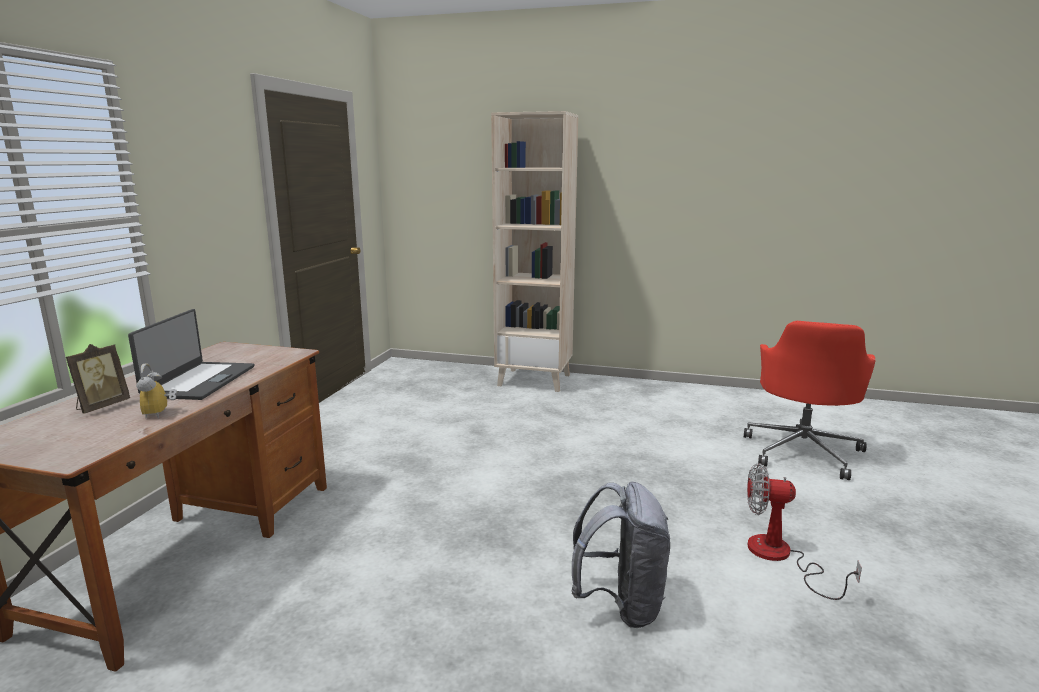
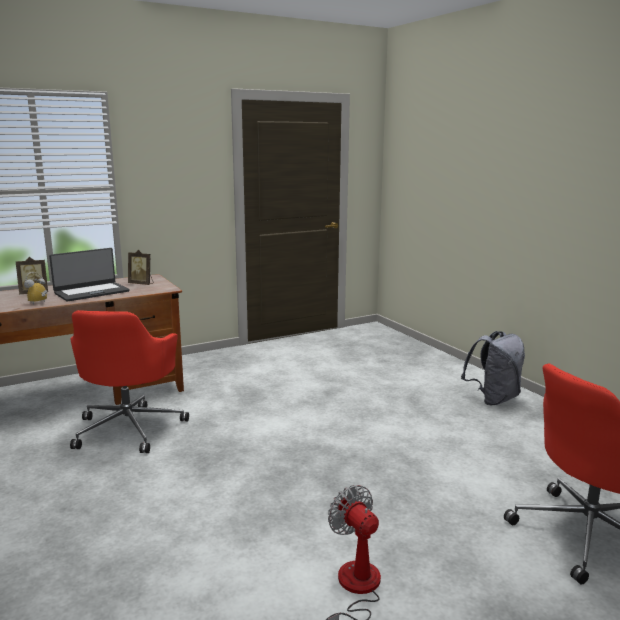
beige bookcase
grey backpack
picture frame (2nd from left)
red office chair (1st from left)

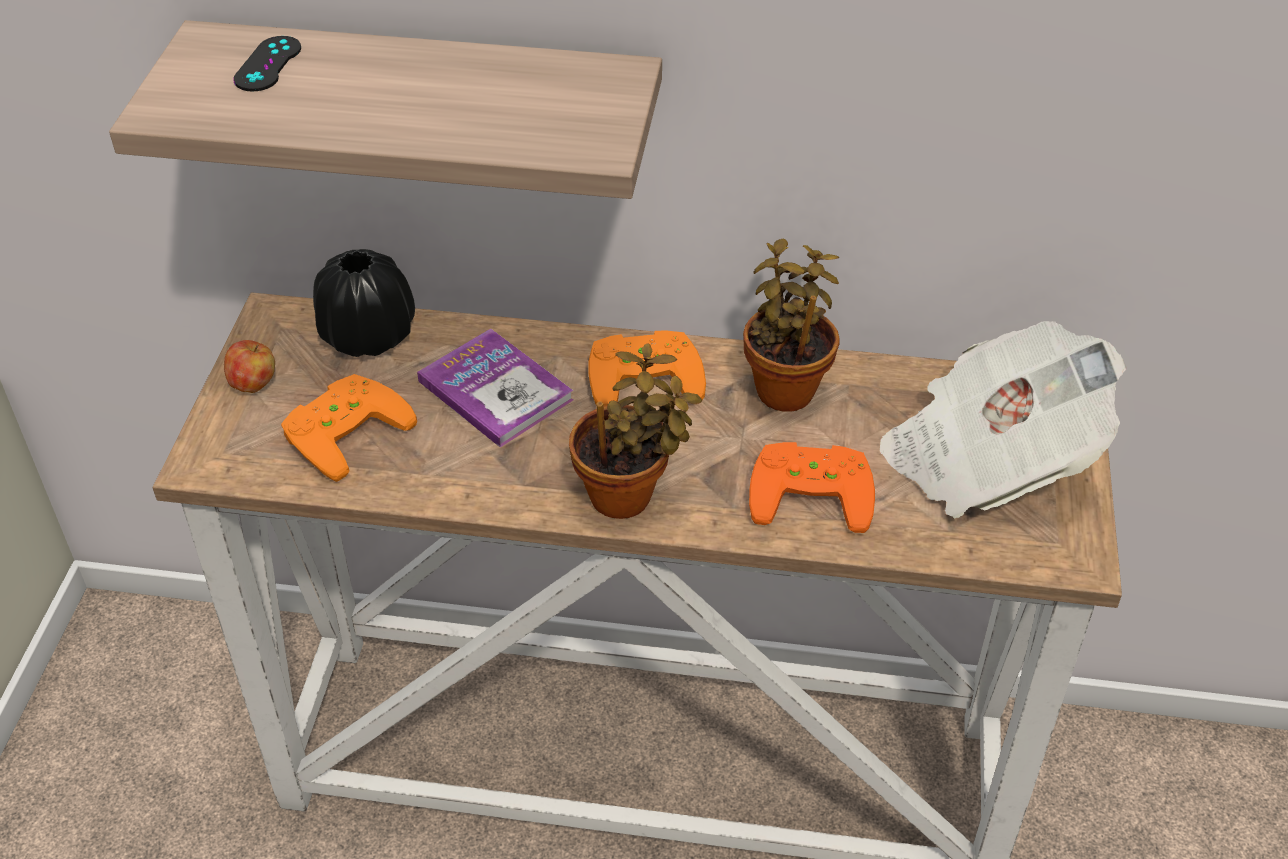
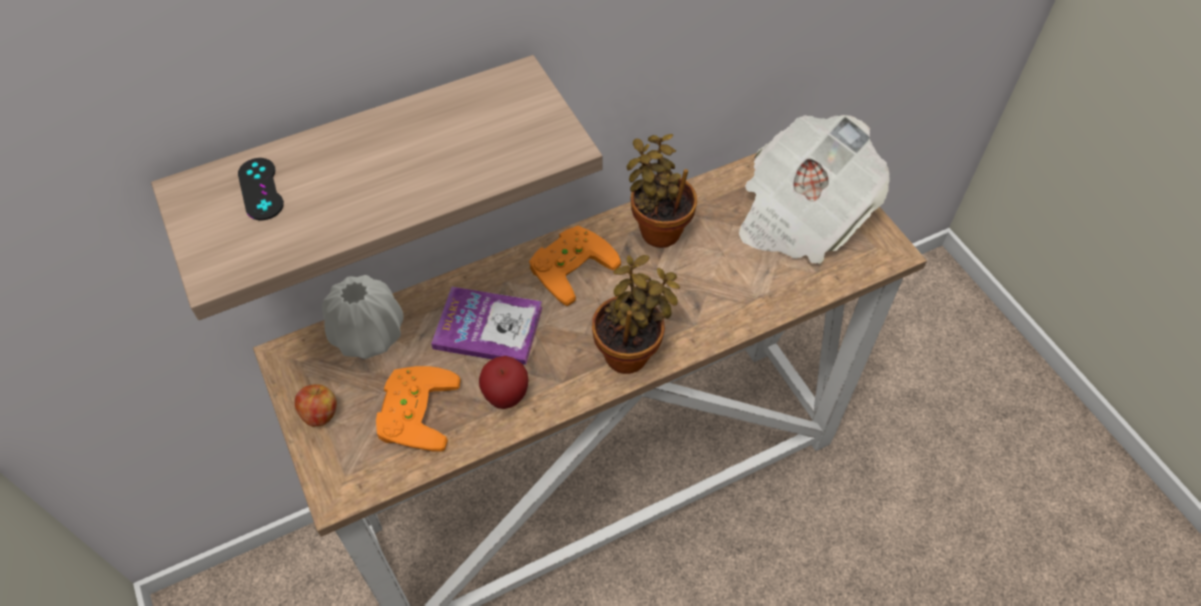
white vase
orange game controller (3rd from left in the first image)
apple (2nd from left)

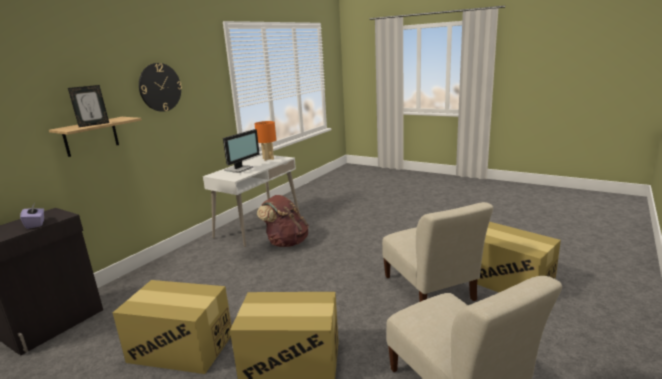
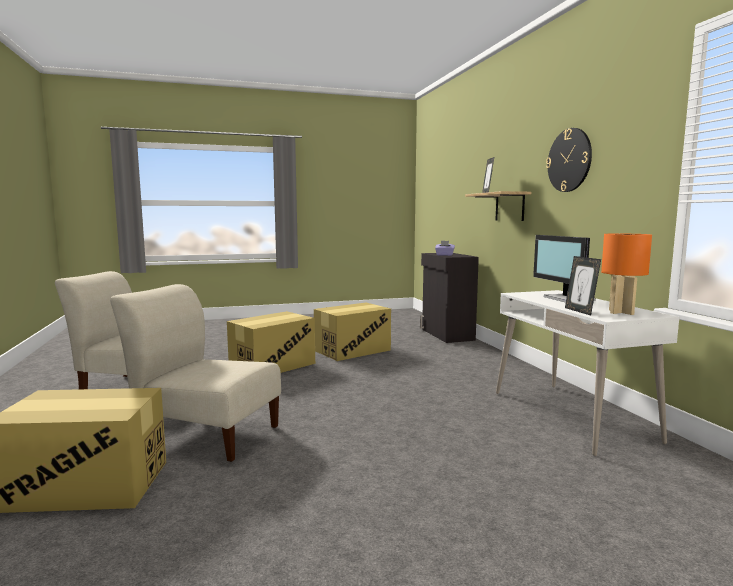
brown backpack
picture frame (2nd from left)

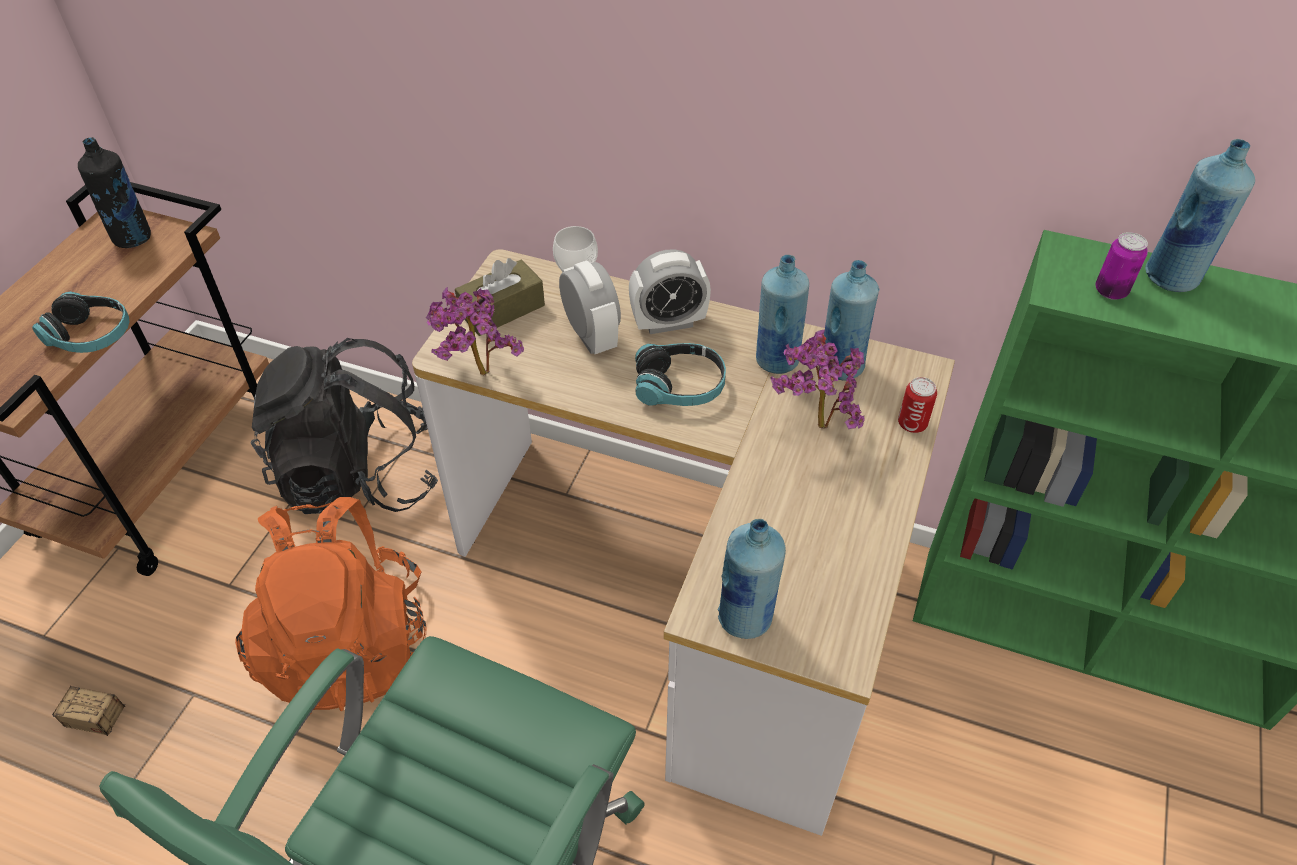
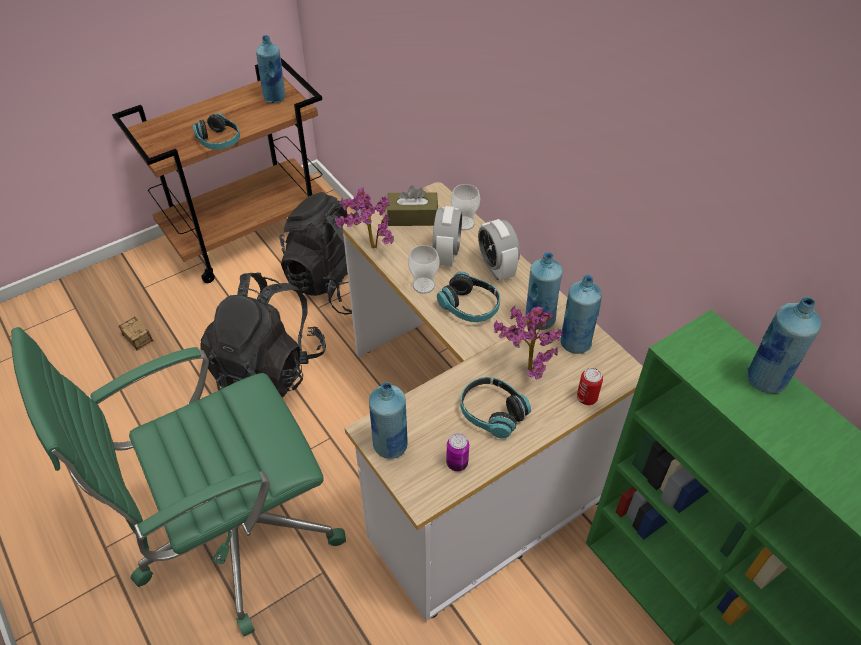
blue bottle (1st from left)
can (1st from left)
alarm clock (2nd from left)
black backpack (1st from left)
cup (1st from left)
headphones (3rd from left)

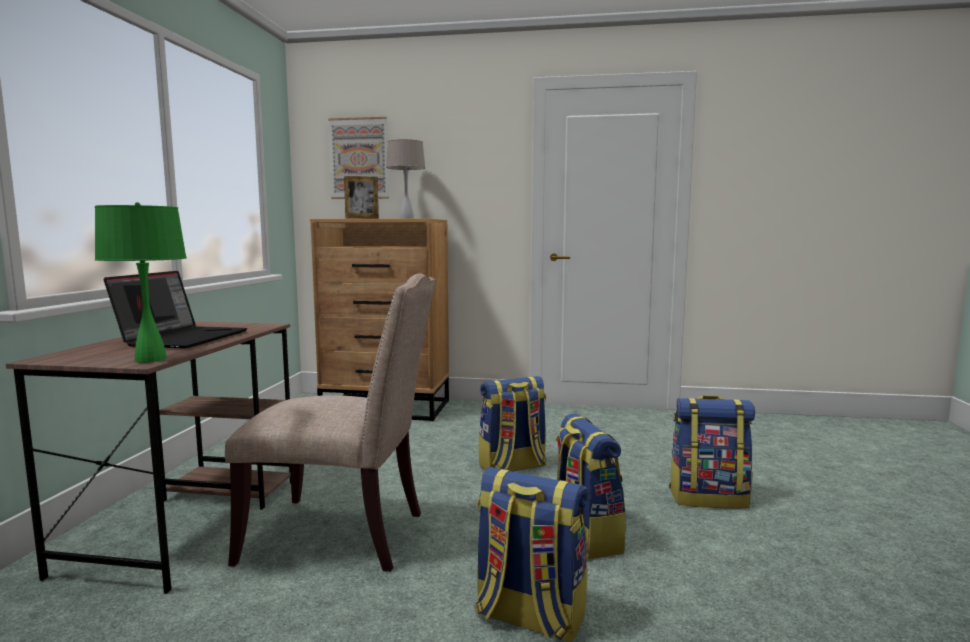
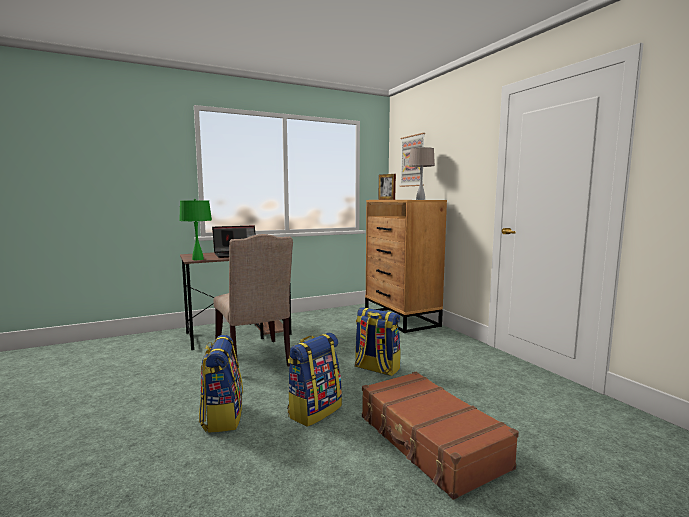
brown suitcase

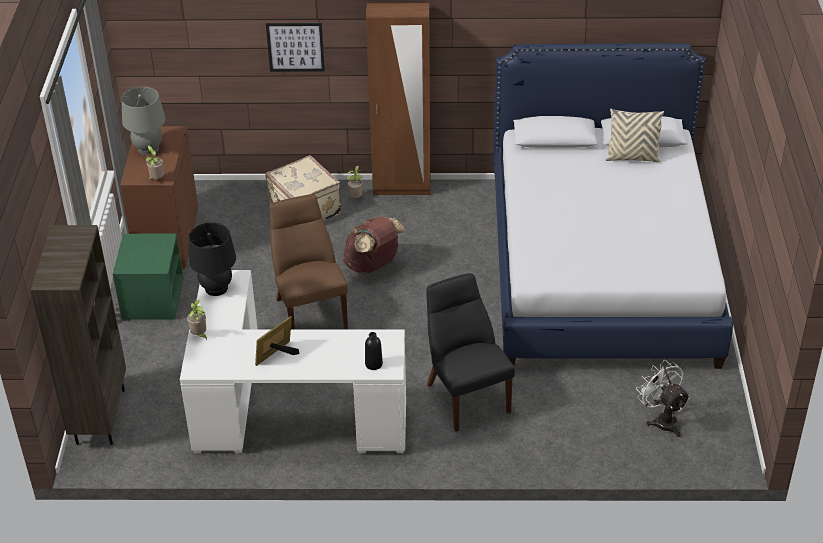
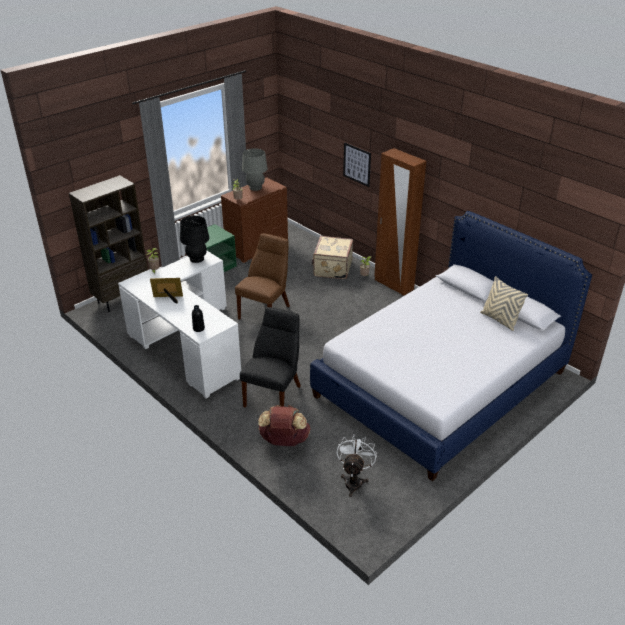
brown backpack

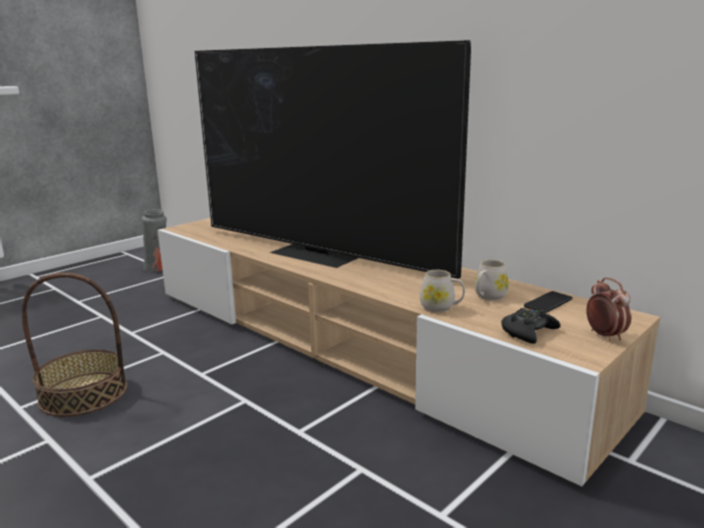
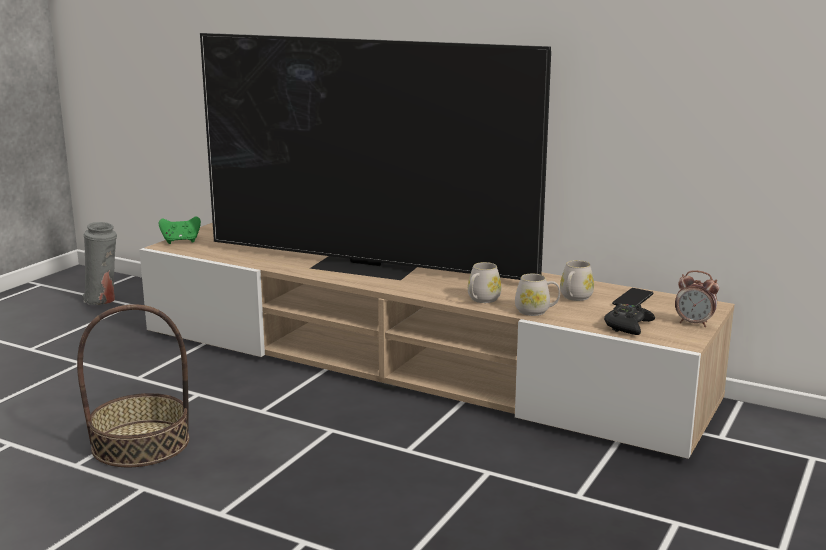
alarm clock
green game controller
white mug (1st from left)

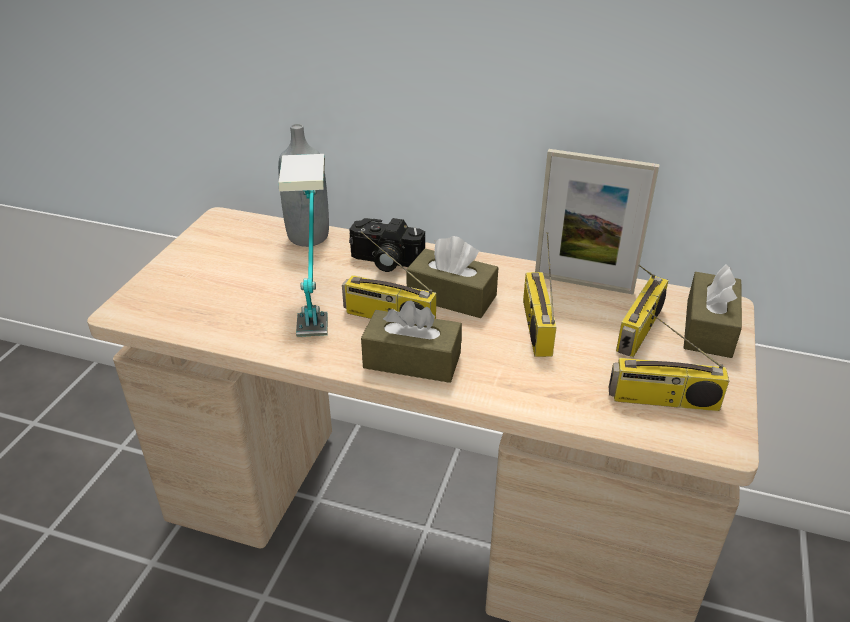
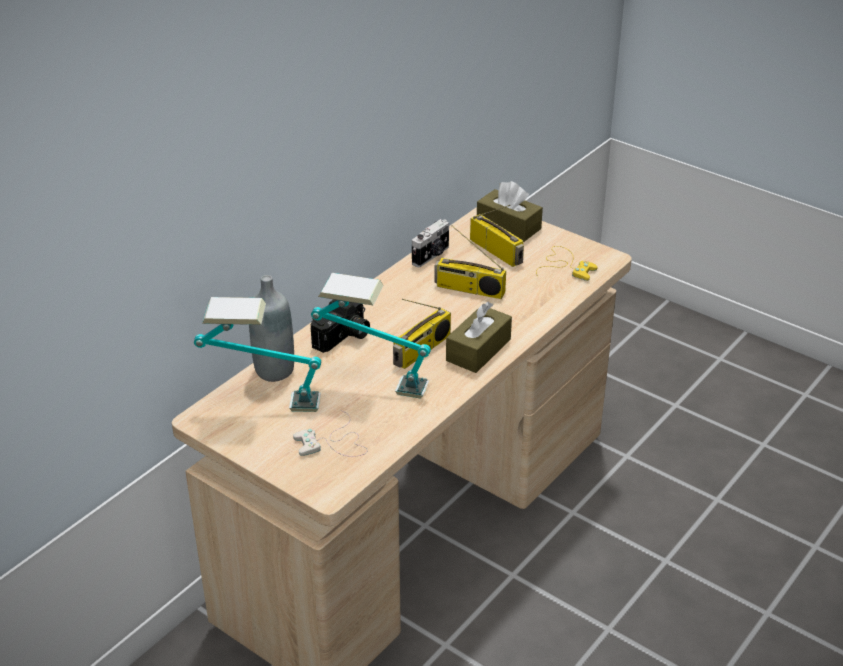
photo camera (2nd from left)
brown tissue box (2nd from left in the first image)
yellow game controller
table lamp (1st from left)
white game controller

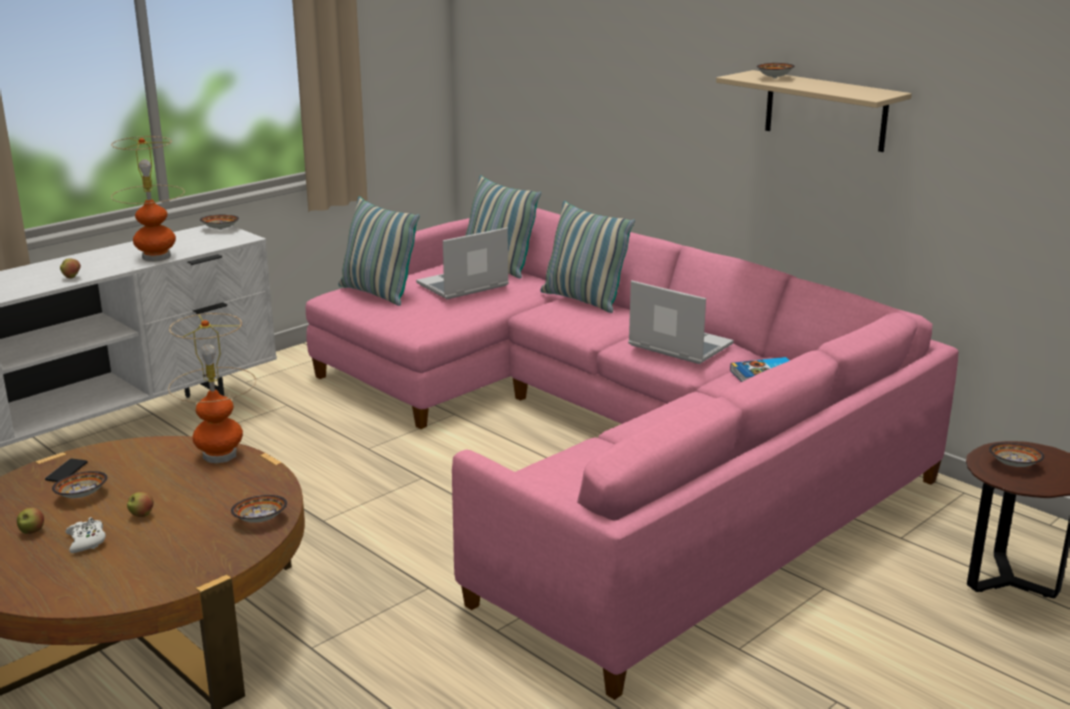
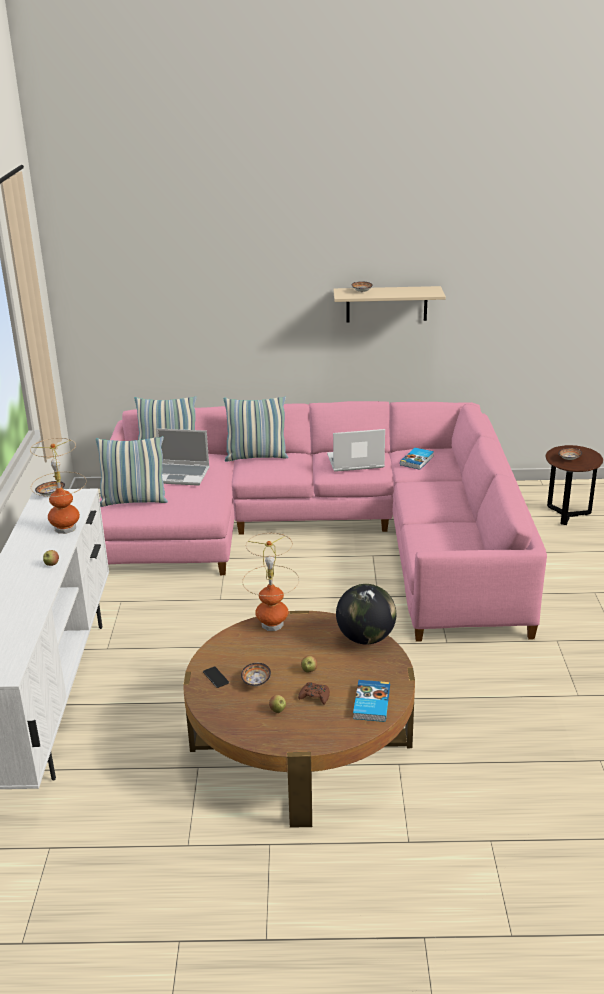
laptop (1st from left)
globe
brown game controller
book (1st from left)

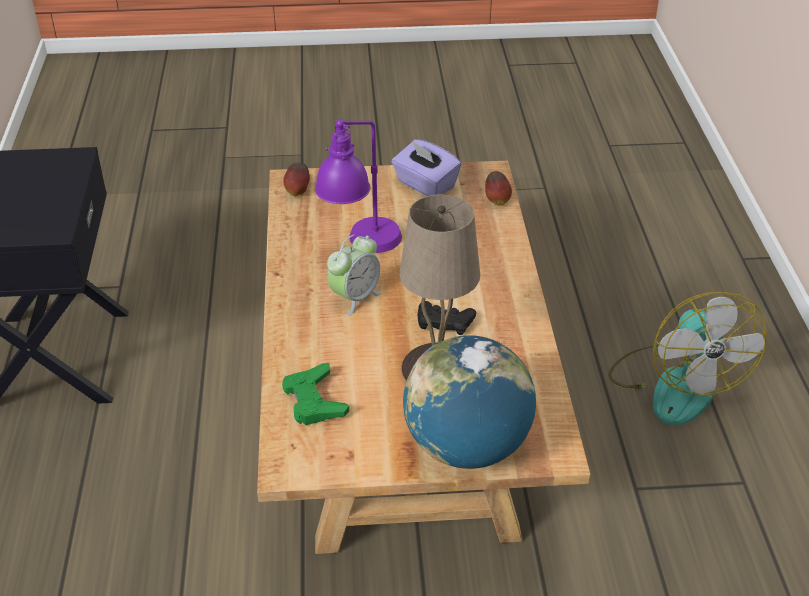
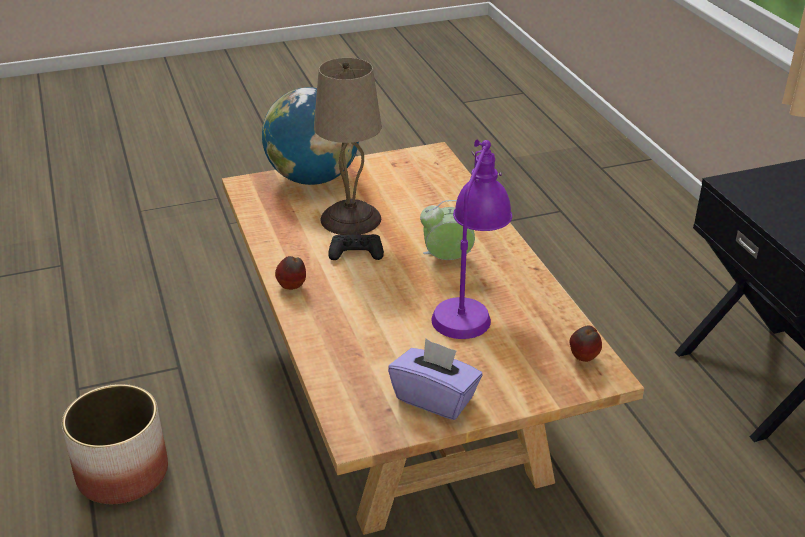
apple (1st from left)
alarm clock
planter
green game controller

